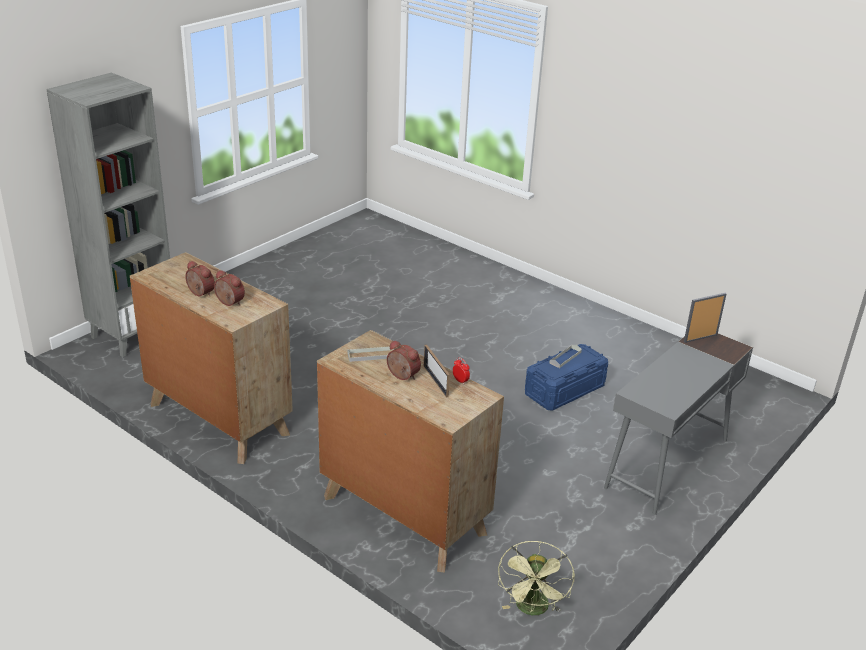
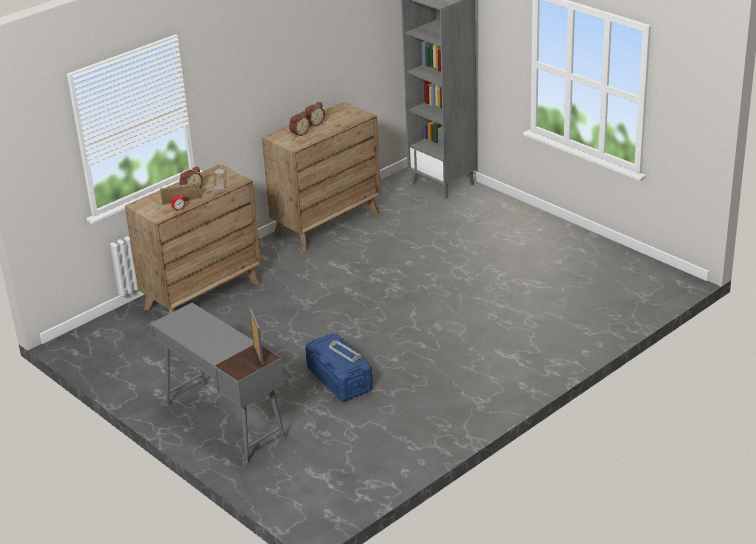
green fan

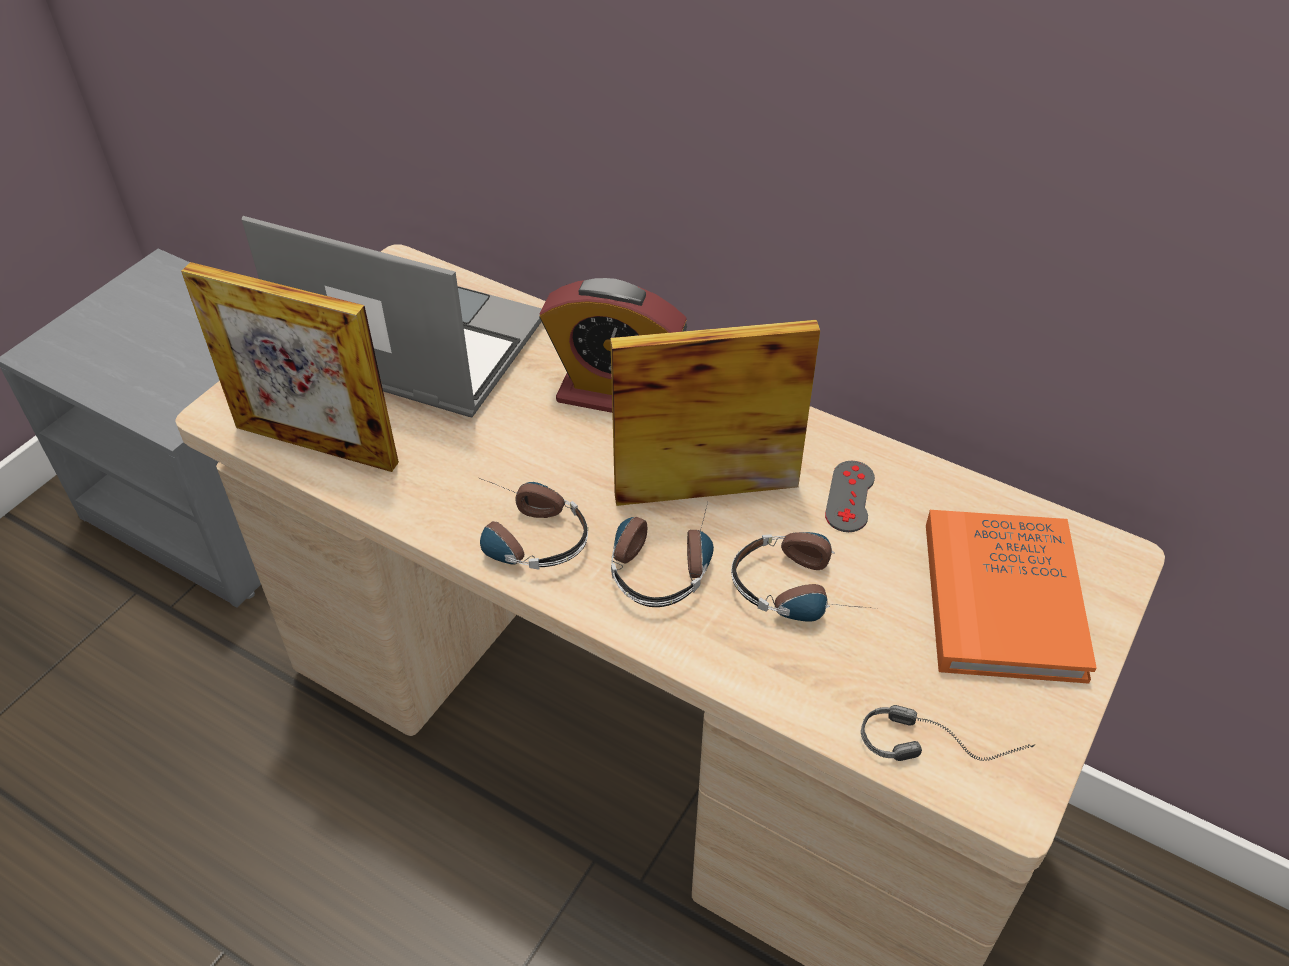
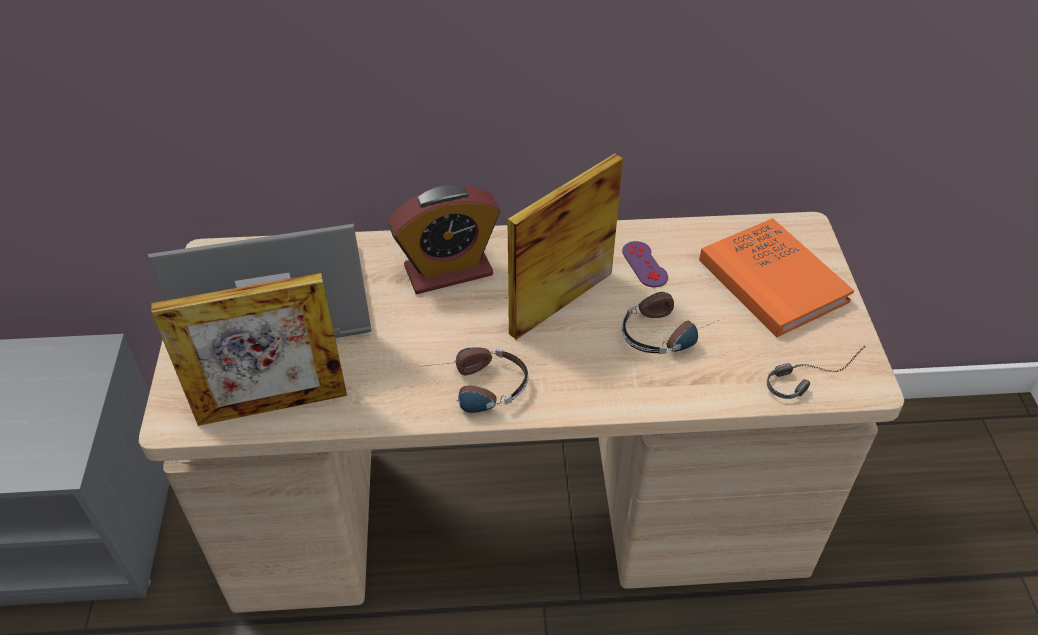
purple game controller
headphones (2nd from left in the first image)

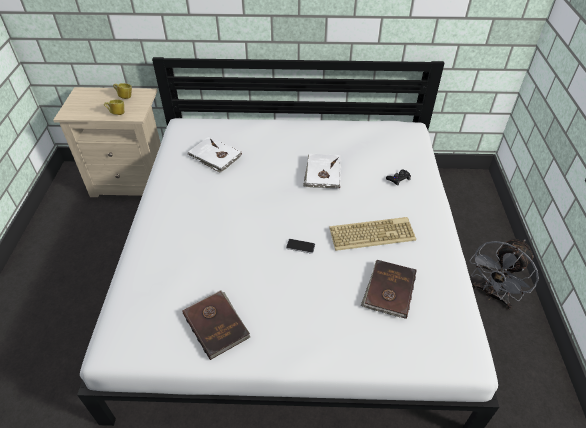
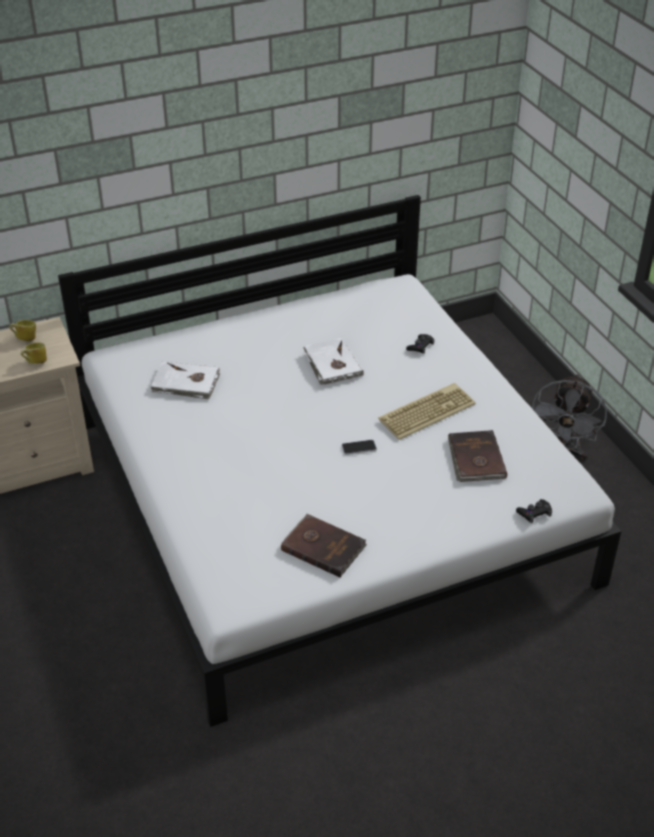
black game controller (2nd from left)

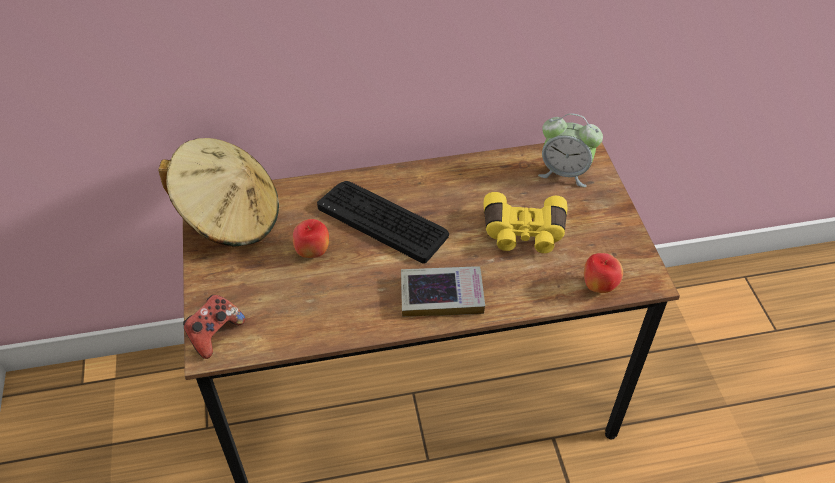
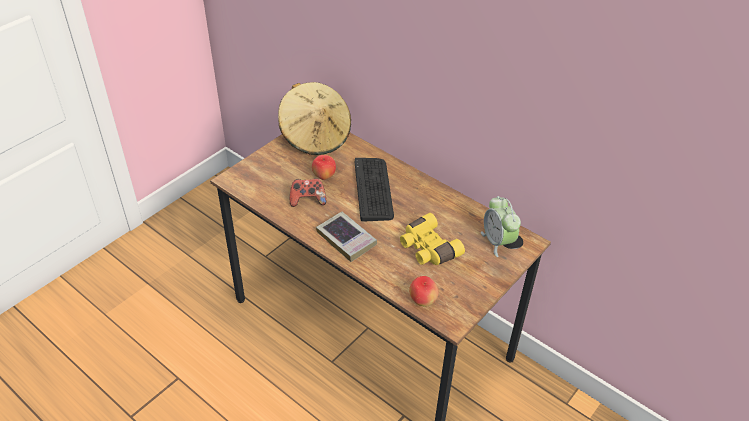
game controller

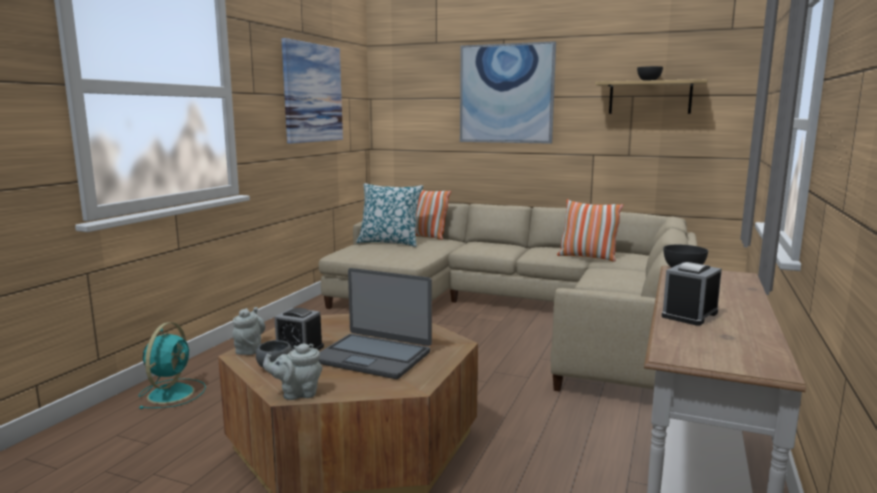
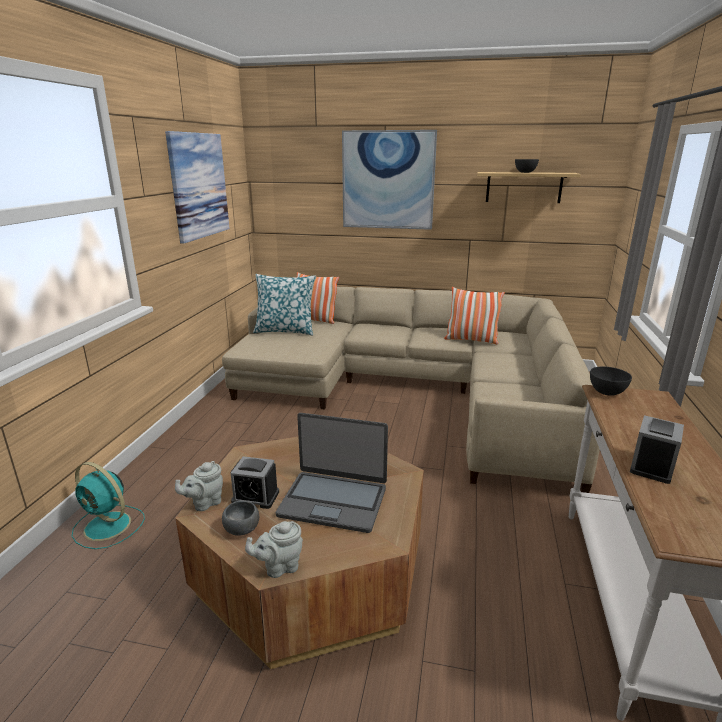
grey teapot (1st from left)
turquoise fan

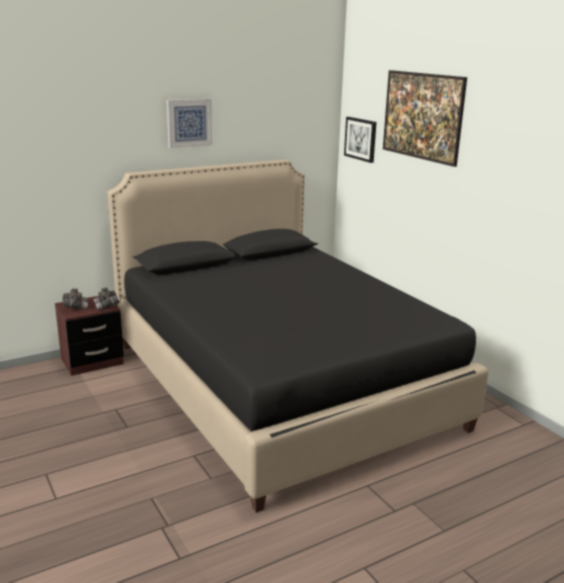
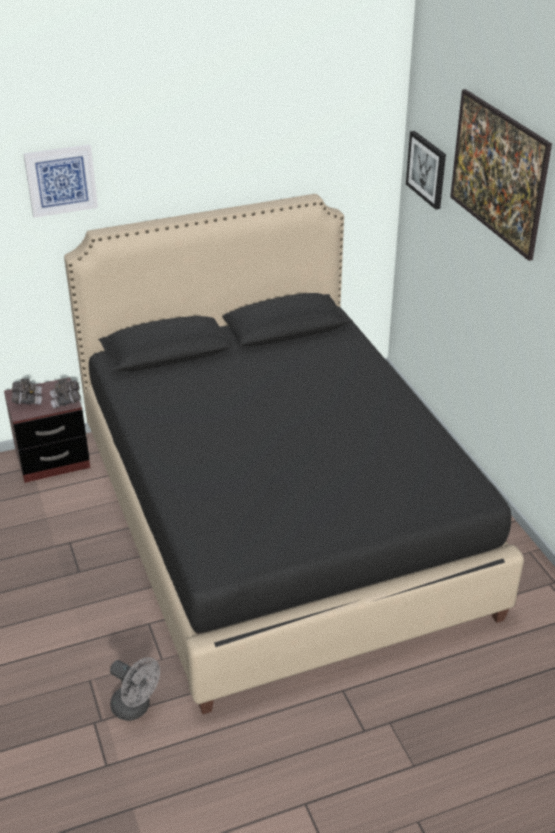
picture (1st from left)
grey fan

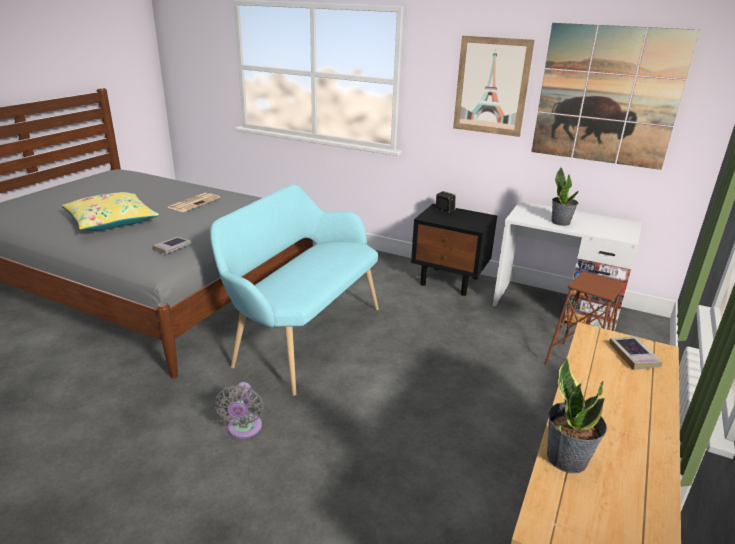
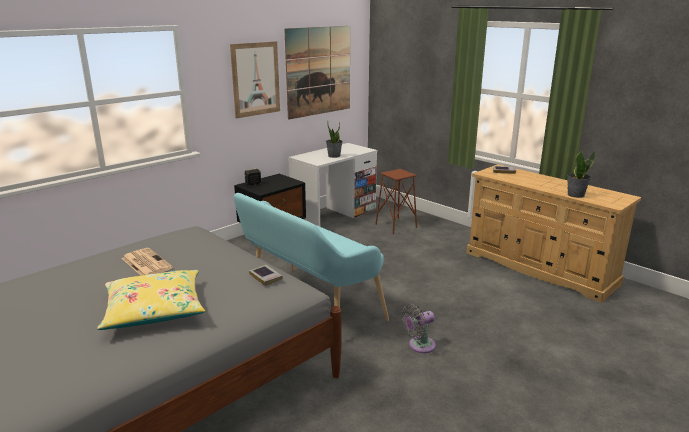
grey fan

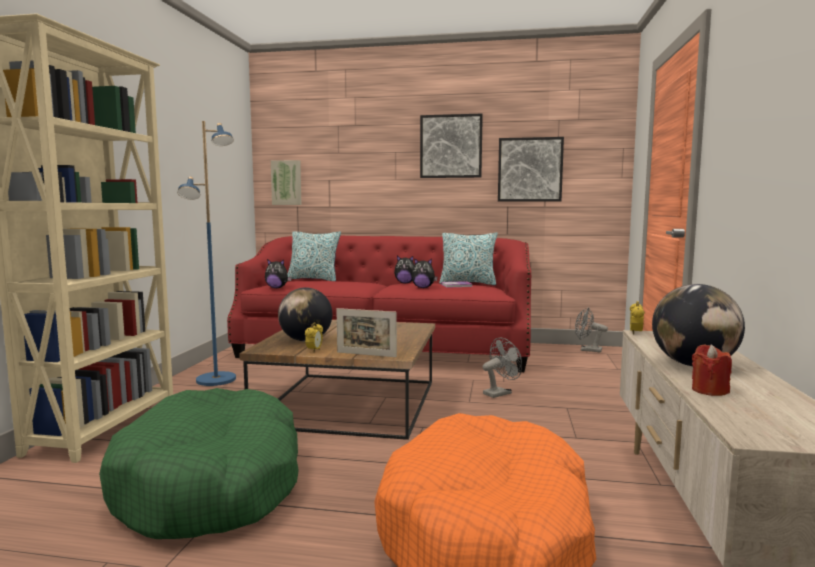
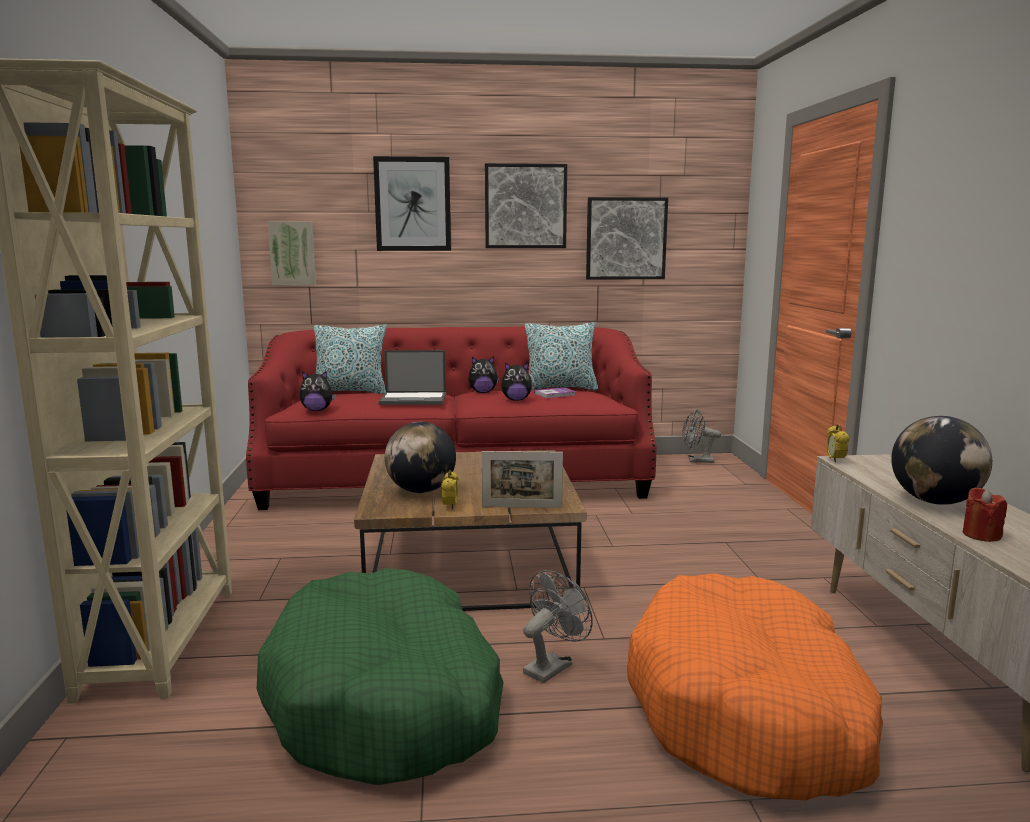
blue floor lamp
grey fan (1st from left)
picture (2nd from left)
laptop

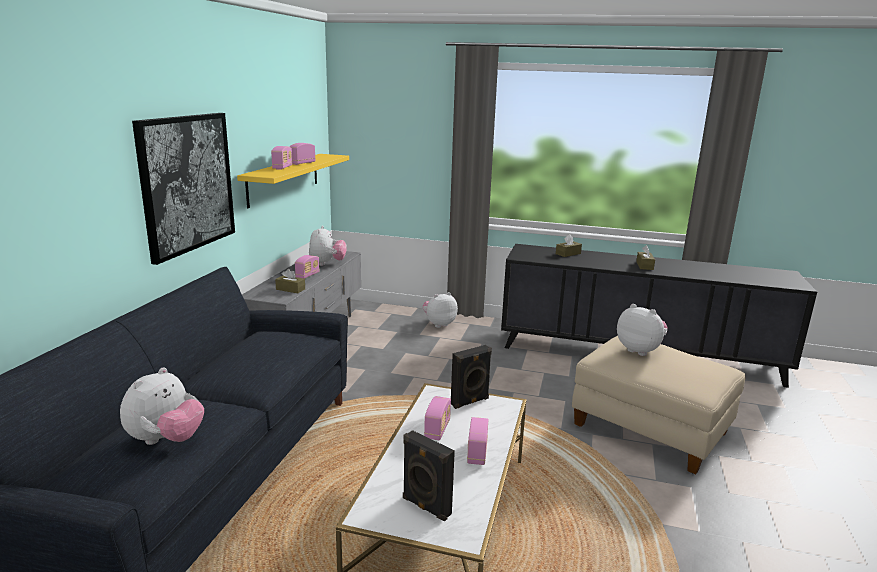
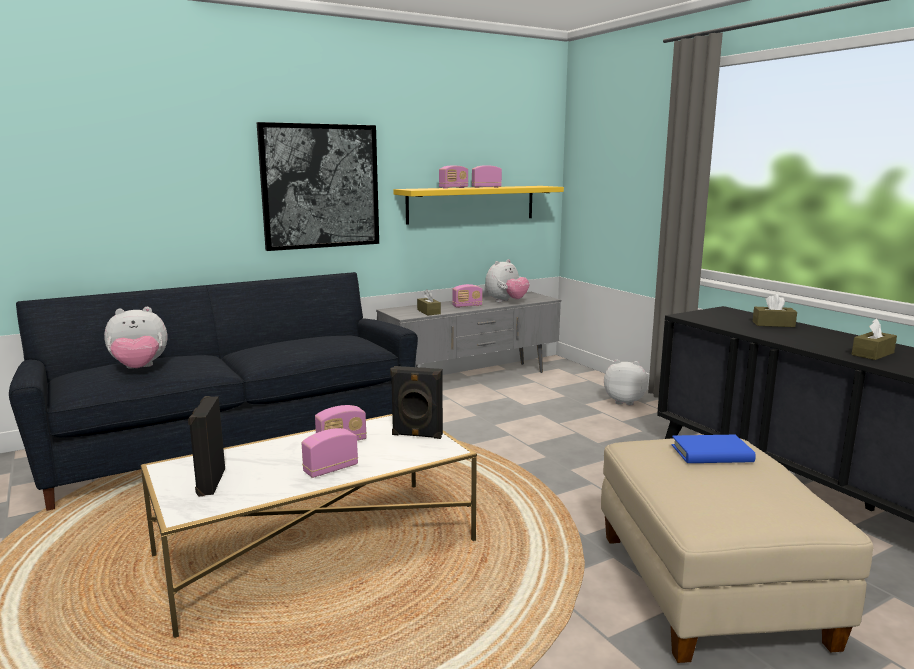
blue book

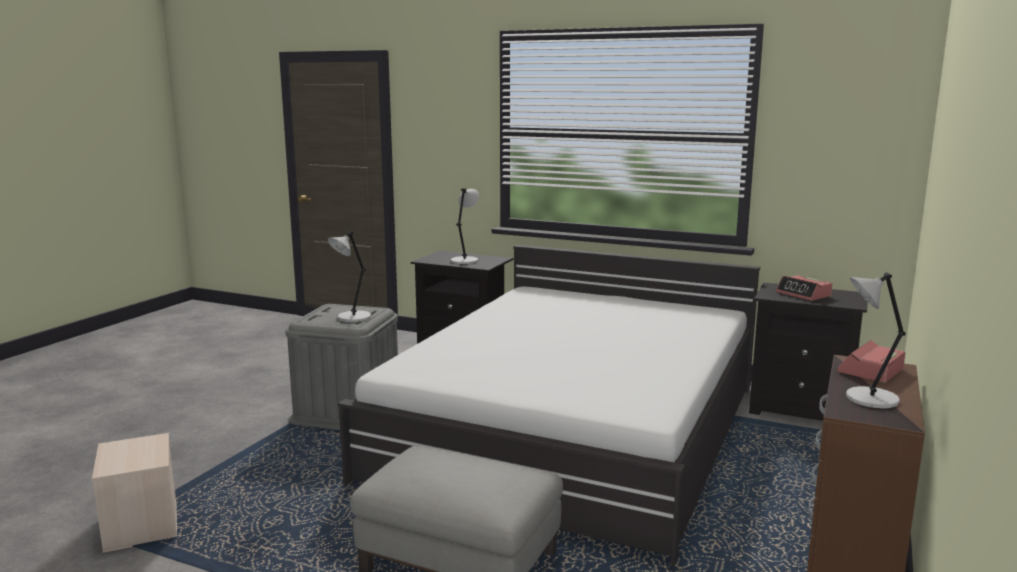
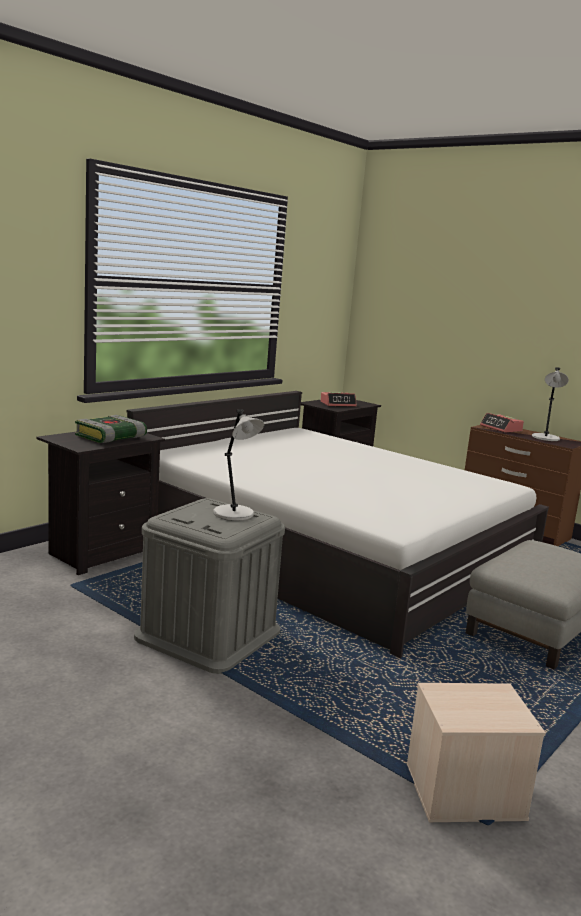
book

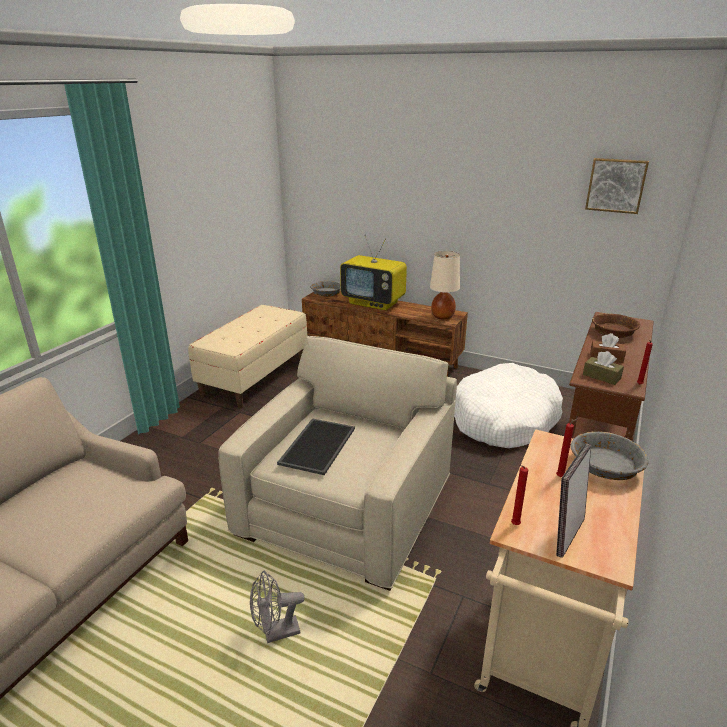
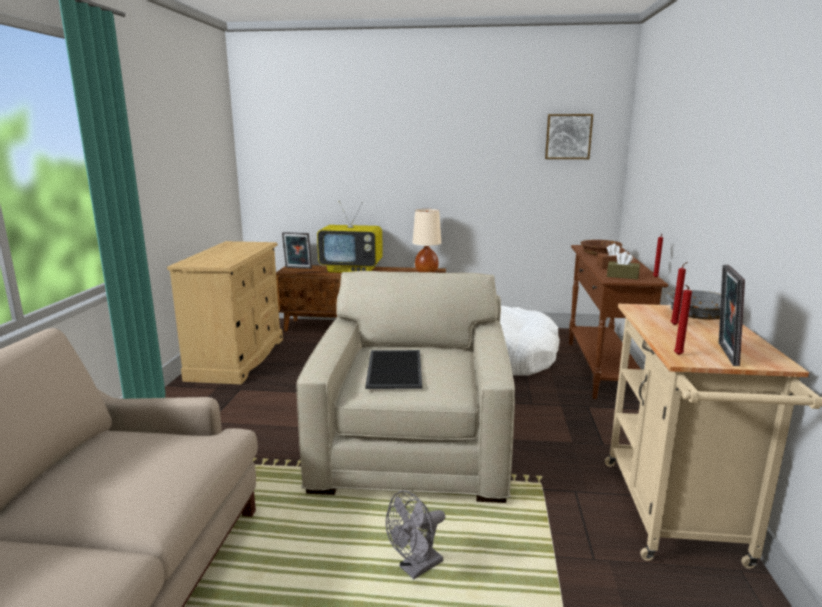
picture frame (1st from left)
beige dresser

